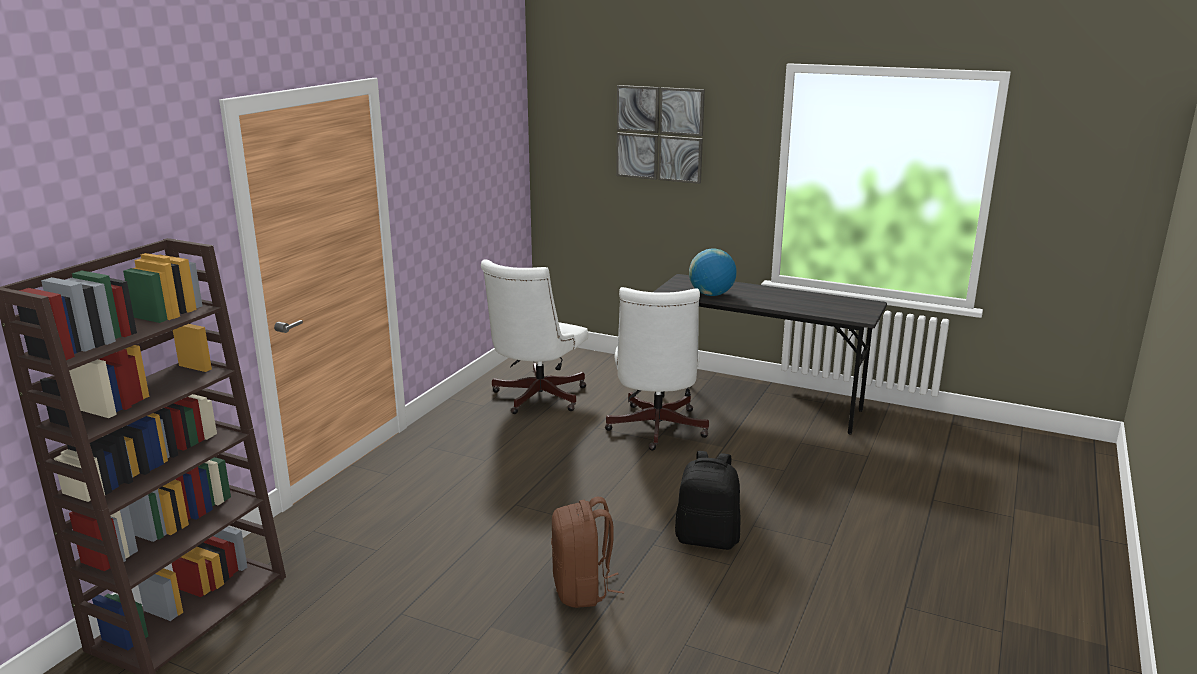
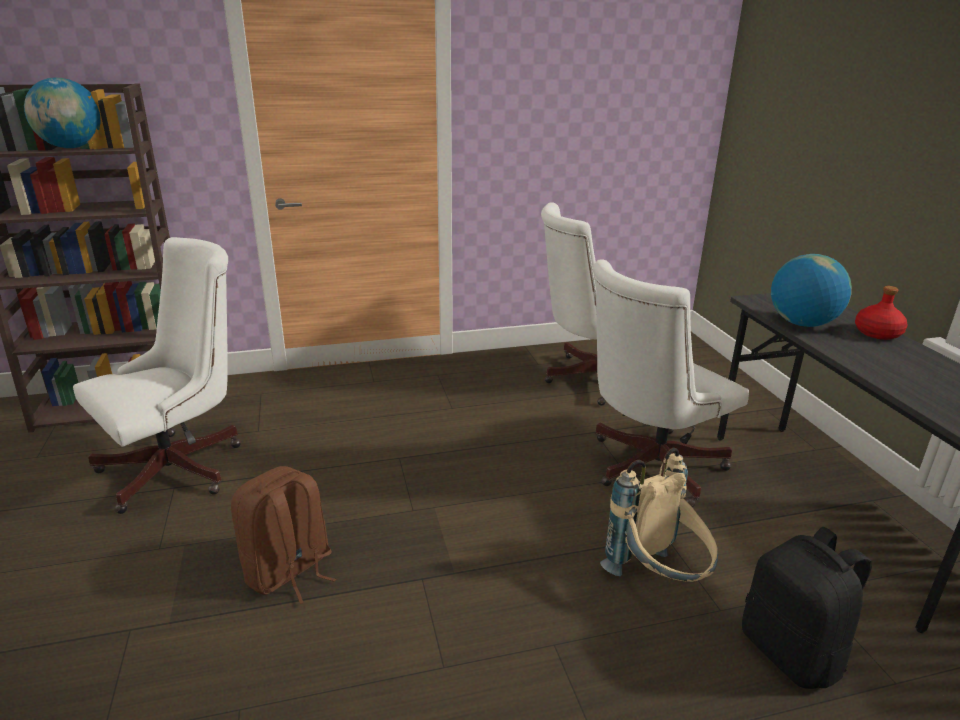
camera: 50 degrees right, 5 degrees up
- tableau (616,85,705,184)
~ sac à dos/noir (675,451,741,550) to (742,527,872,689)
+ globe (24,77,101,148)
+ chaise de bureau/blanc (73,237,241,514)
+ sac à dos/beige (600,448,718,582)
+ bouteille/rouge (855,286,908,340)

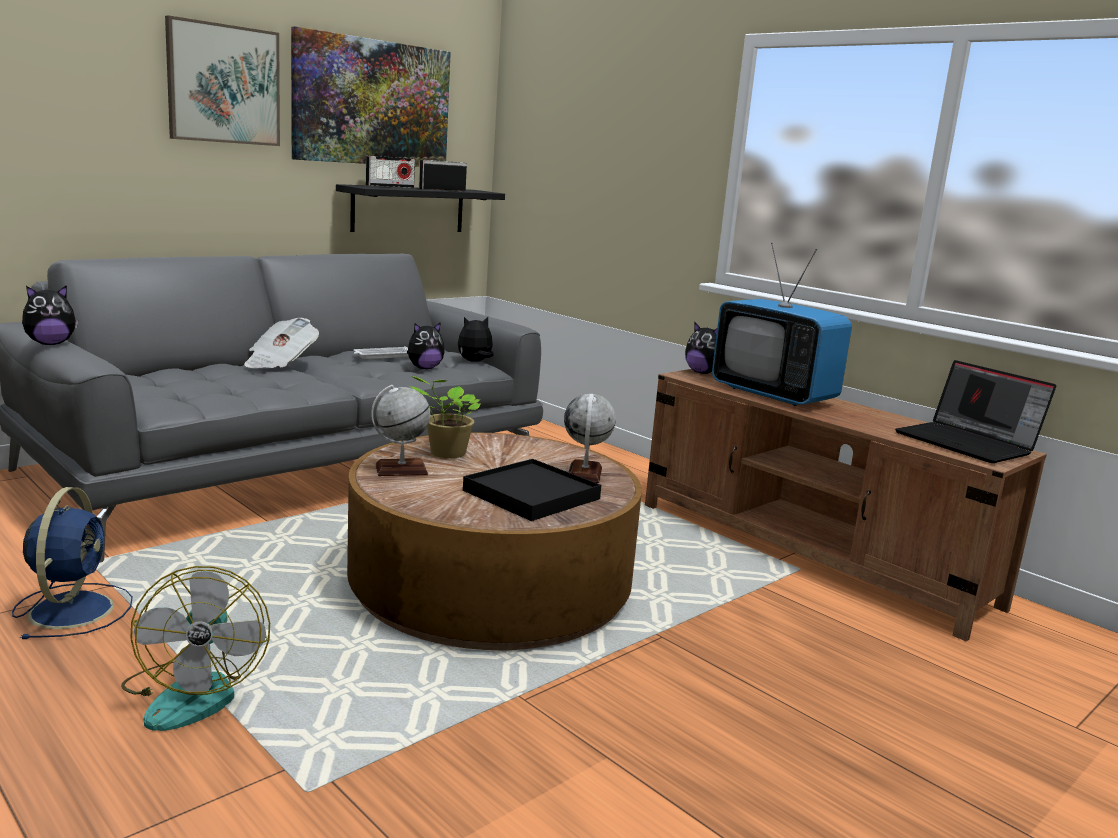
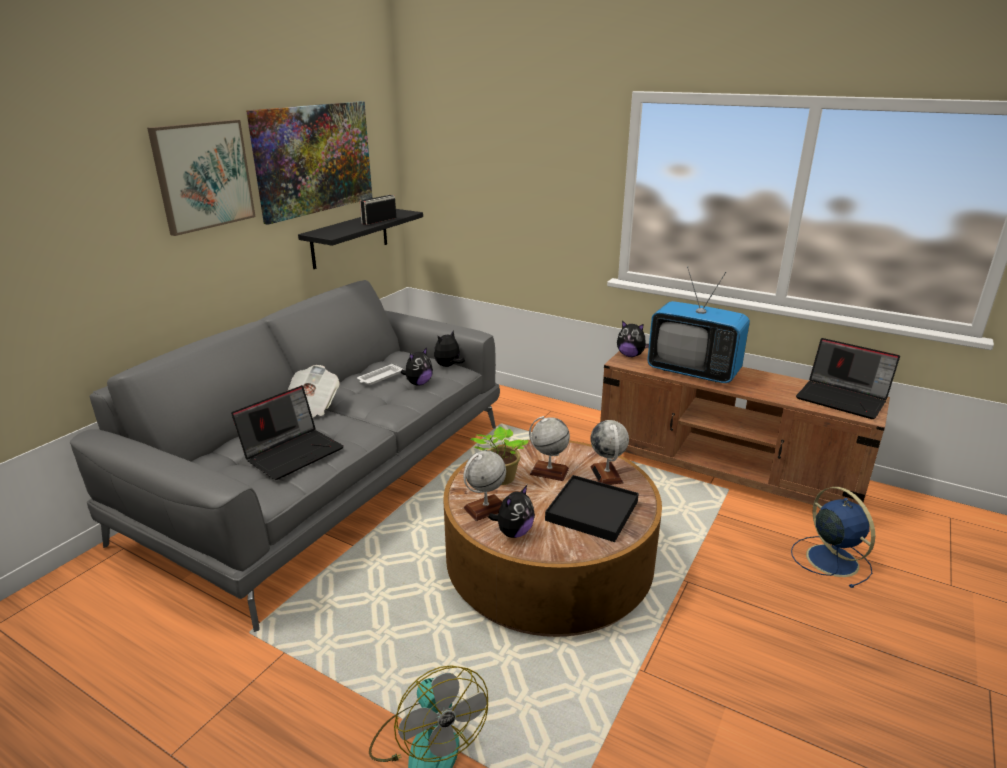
camera: 15 degrees left, 10 degrees up
~ ventilateur/bleu (12,487,133,639) to (791,487,875,588)
~ peluche (22,285,78,345) to (488,485,535,538)
- radio (365,156,415,188)
+ ordinateur portable (231,385,344,480)
+ globe (529,416,570,481)

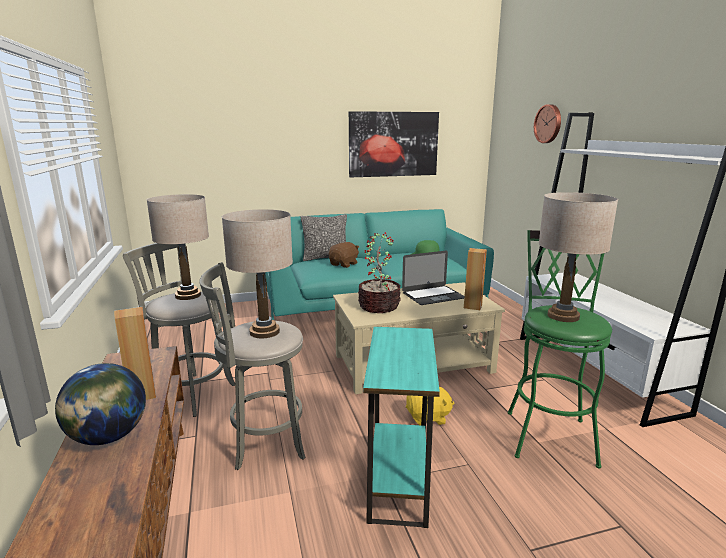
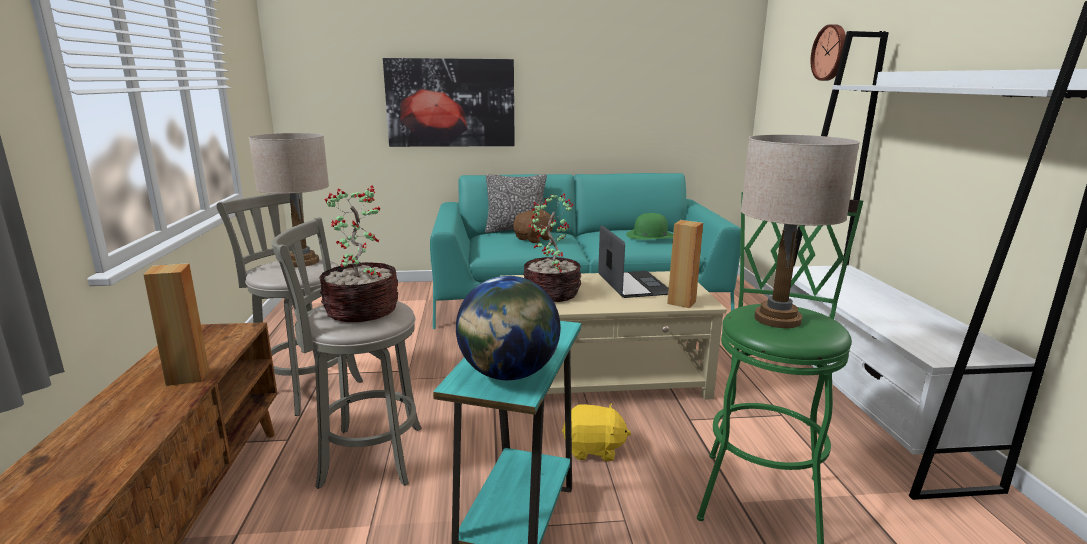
camera: 10 degrees right, 0 degrees up
~ globe (55,363,146,445) to (456,276,561,380)
~ lampe de table/beige (222,209,293,338) to plante en pot (319,185,398,322)
~ tableau (349,111,439,178) to (383,58,515,147)
~ ordinateur portable (402,251,464,305) = (598,225,669,298) 90 degrees counterclockwise

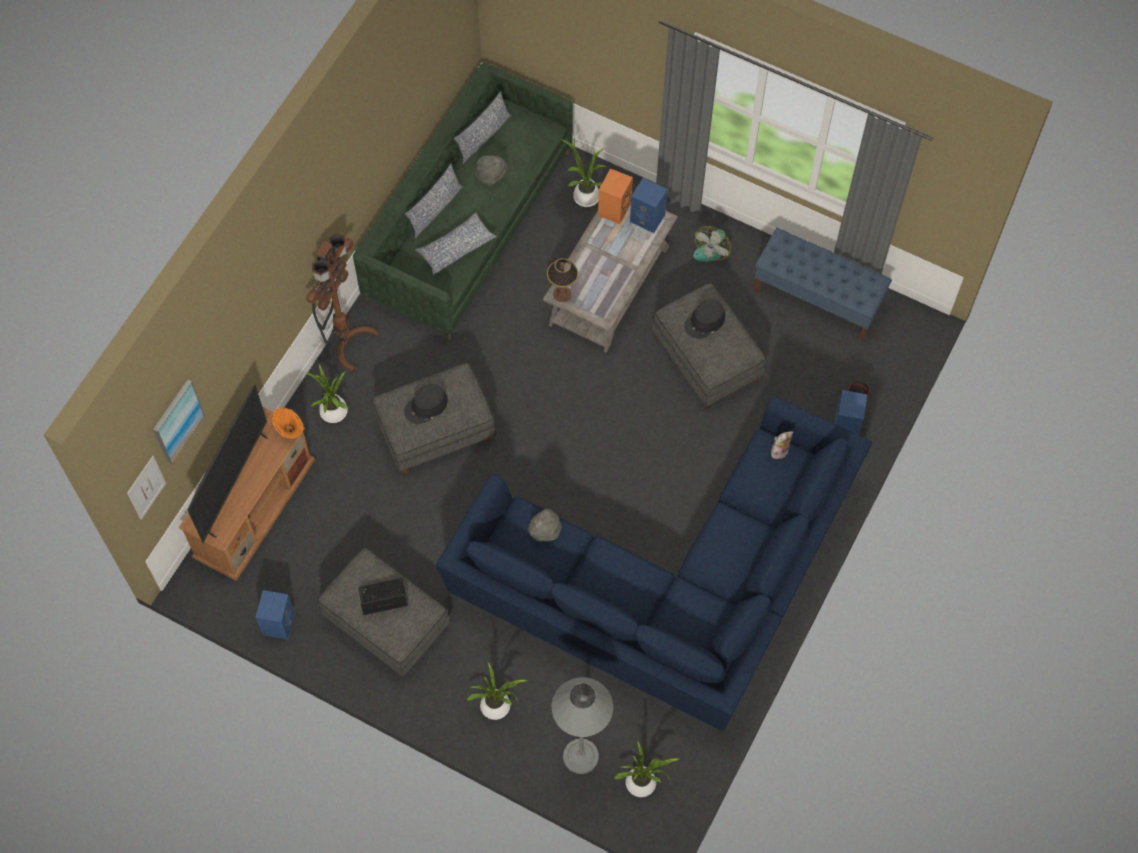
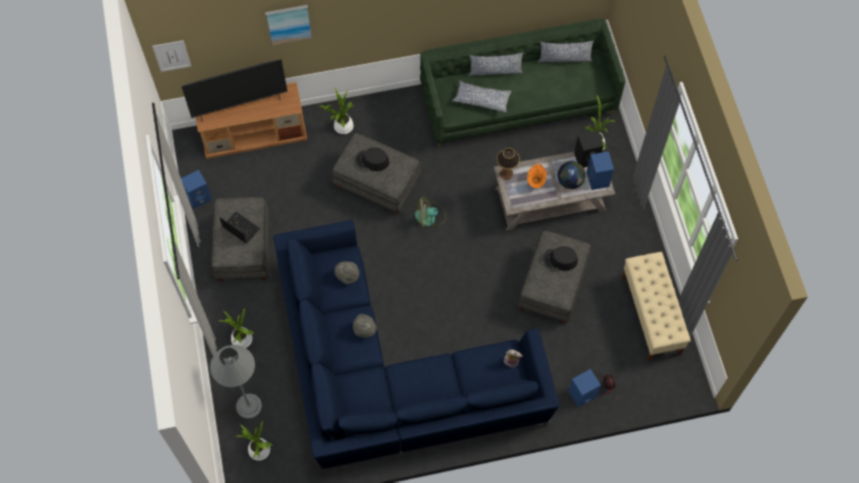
camera: 50 degrees right, 0 degrees up
~ tableau (153,380,205,464) to (265,5,312,45)
~ vase/orange (271,407,304,439) to (527,164,547,188)
- lampadaire/marron (306,233,378,371)
~ chapeau/gris (476,155,507,185) to (353,314,377,338)
~ enceinte/orange (598,168,633,224) to enceinte/noir (574,131,604,168)
~ ventilateur (693,226,731,262) to (415,198,446,227)
~ banc/bleu (753,228,892,341) to banc/beige (622,252,691,362)
+ globe (558,161,585,189)

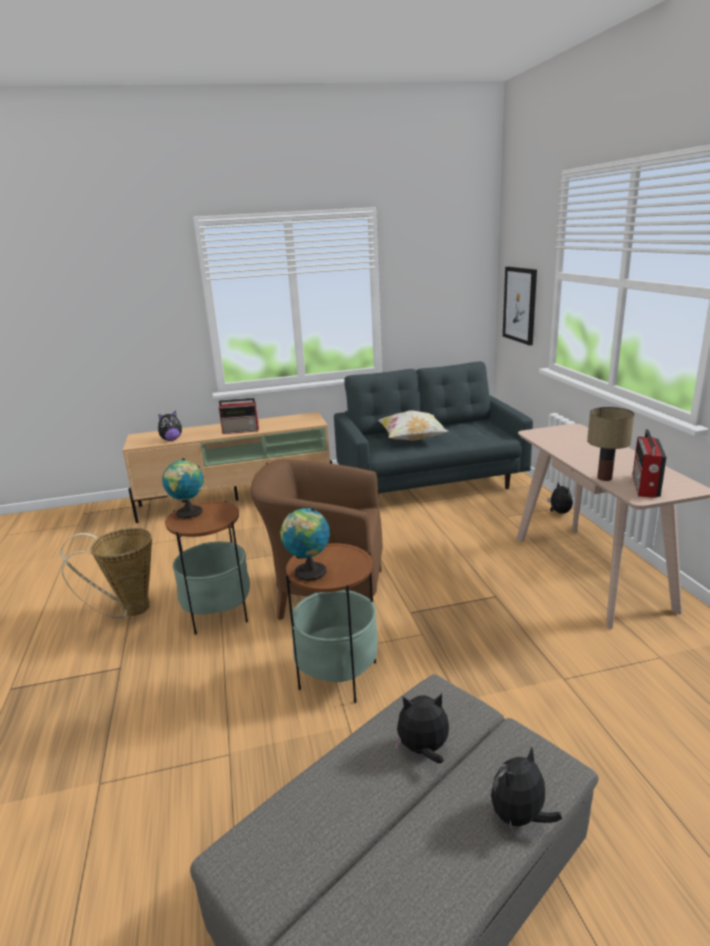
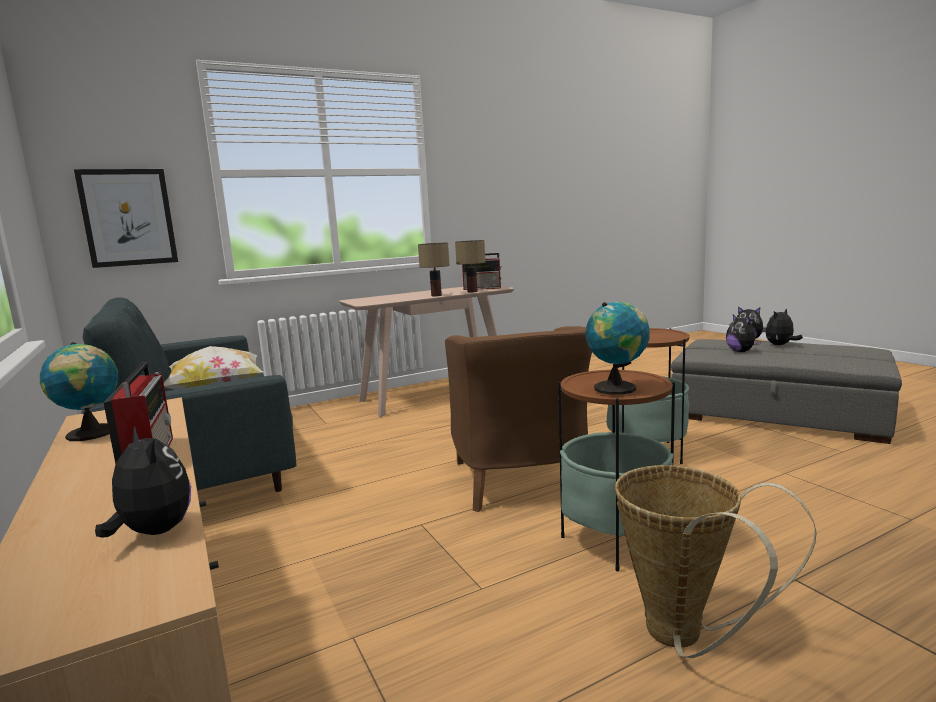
camera: 105 degrees left, 10 degrees down
~ globe (280,508,330,581) to (40,342,118,441)
~ peluche (547,482,573,514) to (766,309,803,345)
+ lampe de table (418,243,450,296)

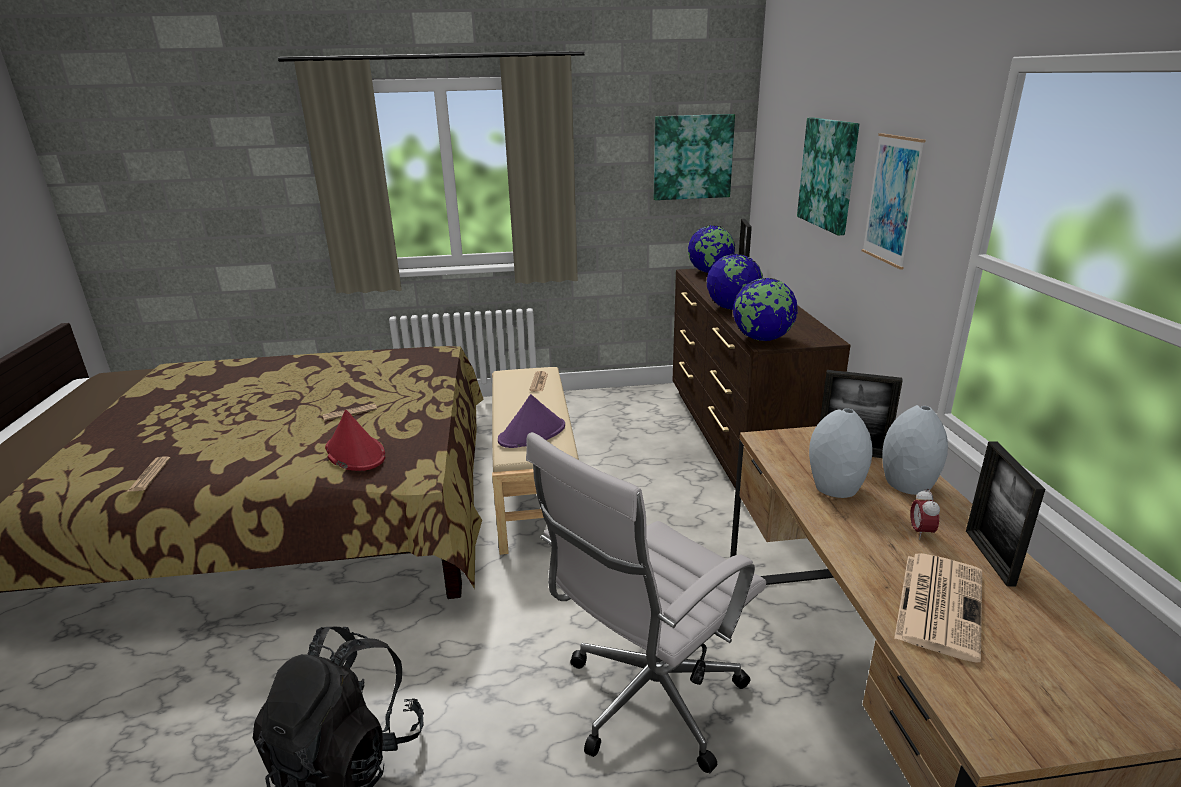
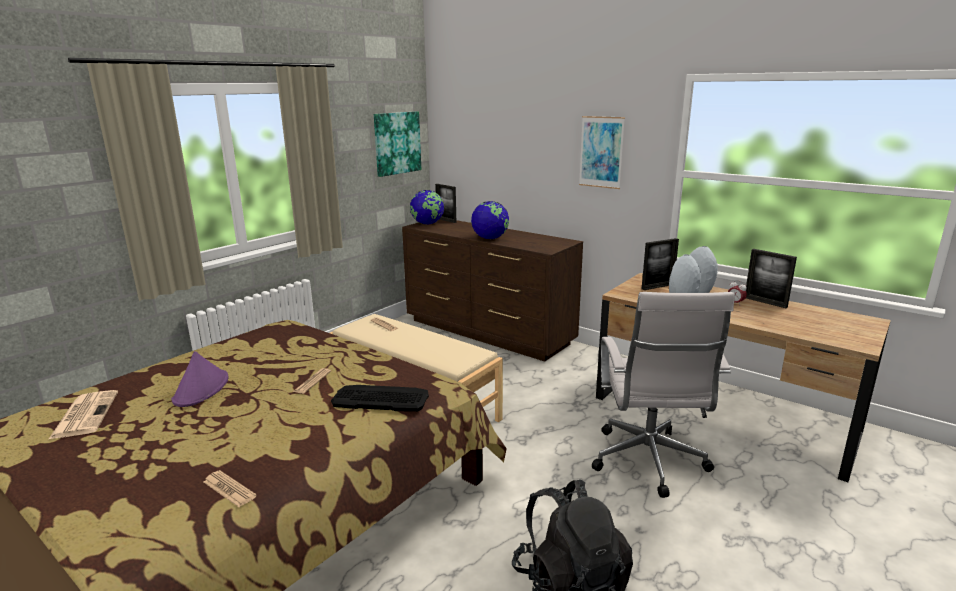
camera: 45 degrees left, 5 degrees down
~ chapeau/rouge (325,410,385,471) to clavier (331,385,429,412)
~ chapeau/violet (498,394,565,448) to (171,351,228,407)
- globe (733,278,798,341)
- tableau (797,118,859,235)
~ journal (894,553,982,663) to (48,390,118,440)

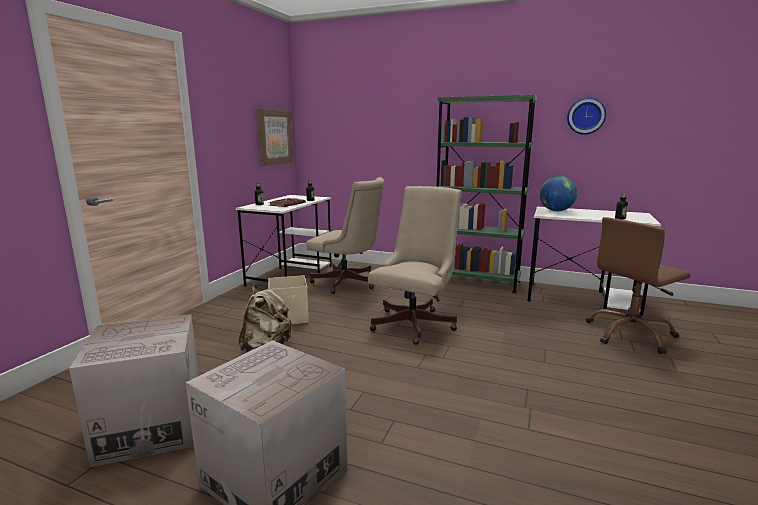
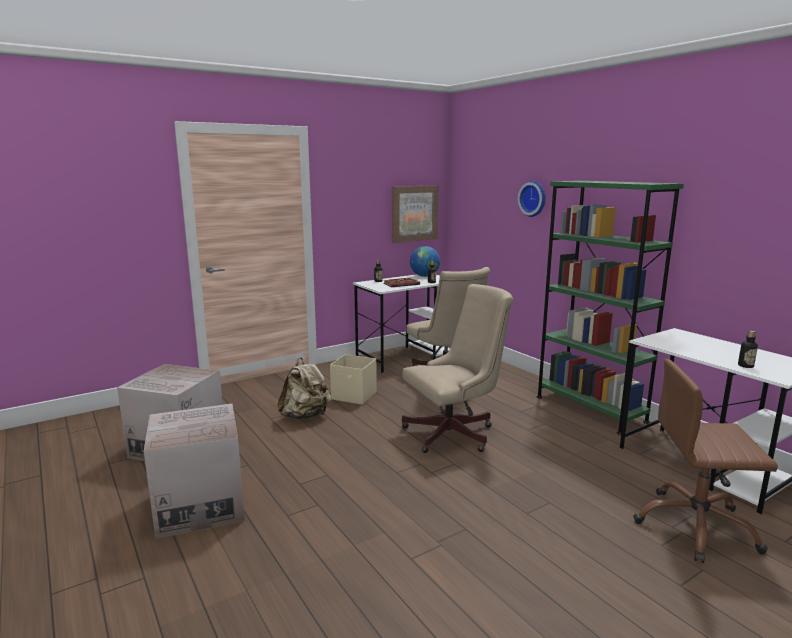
camera: 35 degrees right, 0 degrees up
~ globe (540,176,577,211) to (410,246,440,277)
~ horloge murale (567,98,606,135) to (518,180,545,217)

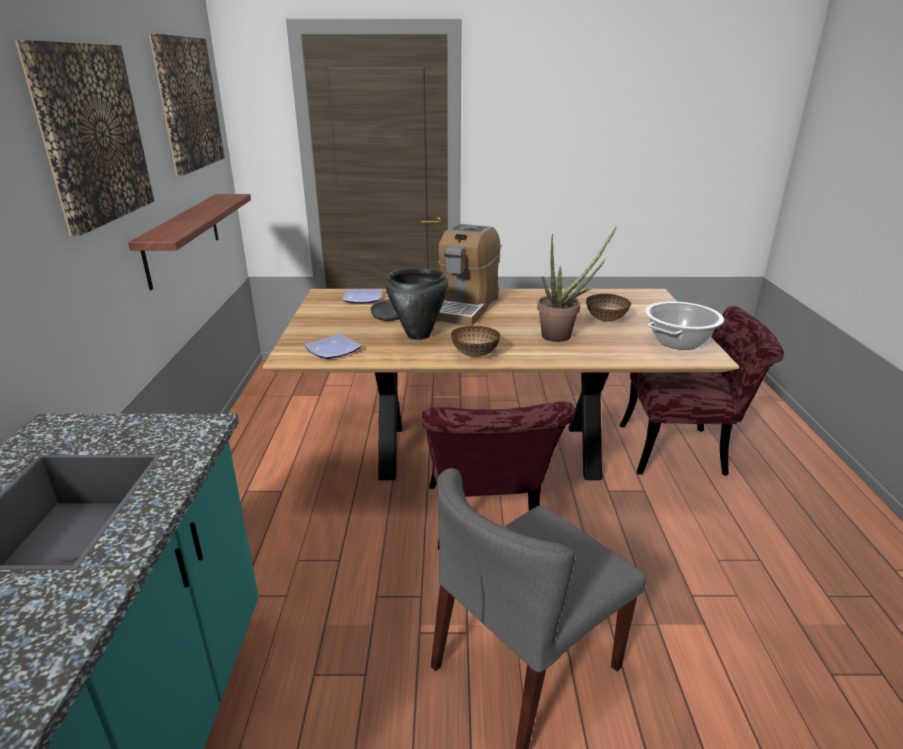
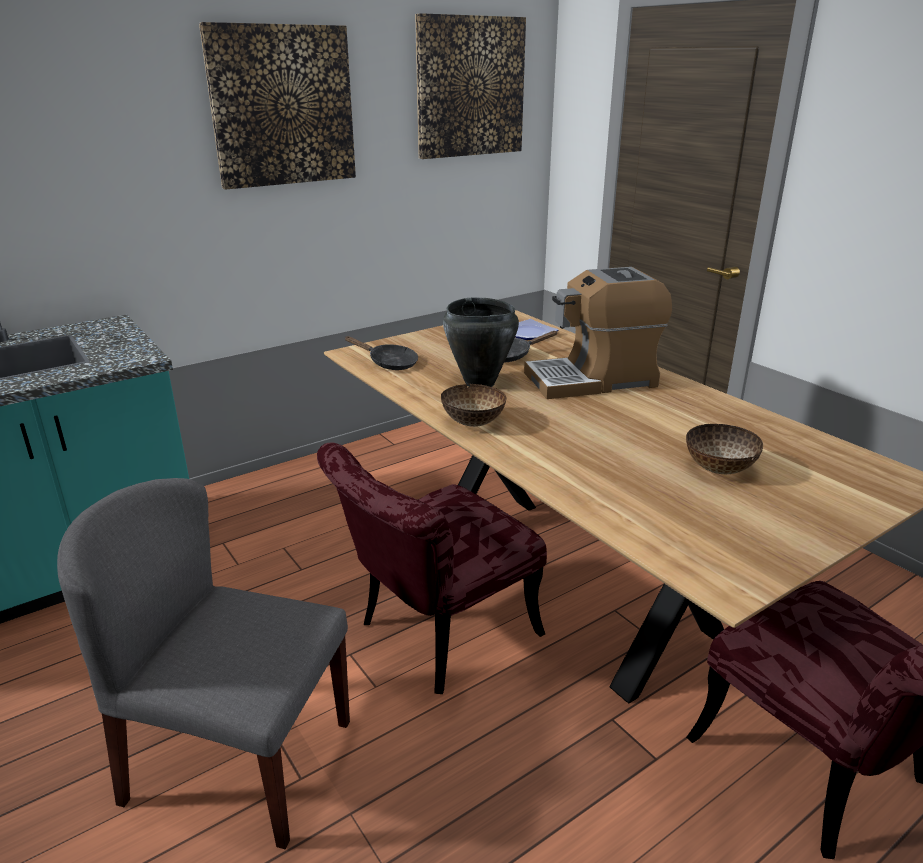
camera: 55 degrees right, 0 degrees up
- étagère (128,194,251,290)
~ assiette (304,333,362,359) to poêle/noir (344,336,418,370)
- plante en pot (537,226,617,342)
- marmite (645,301,724,350)

